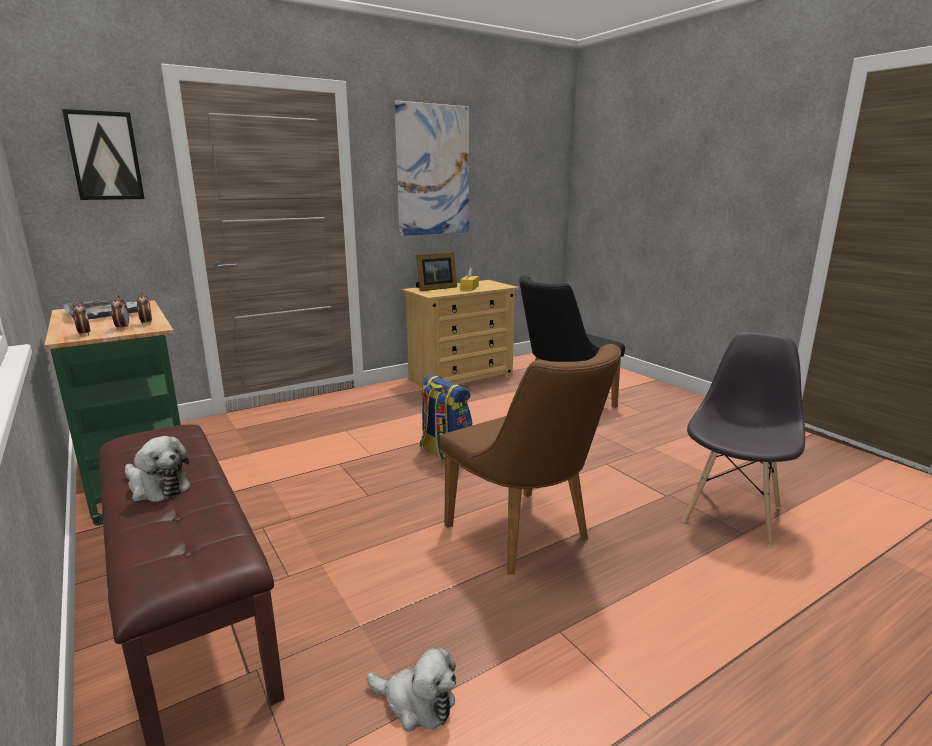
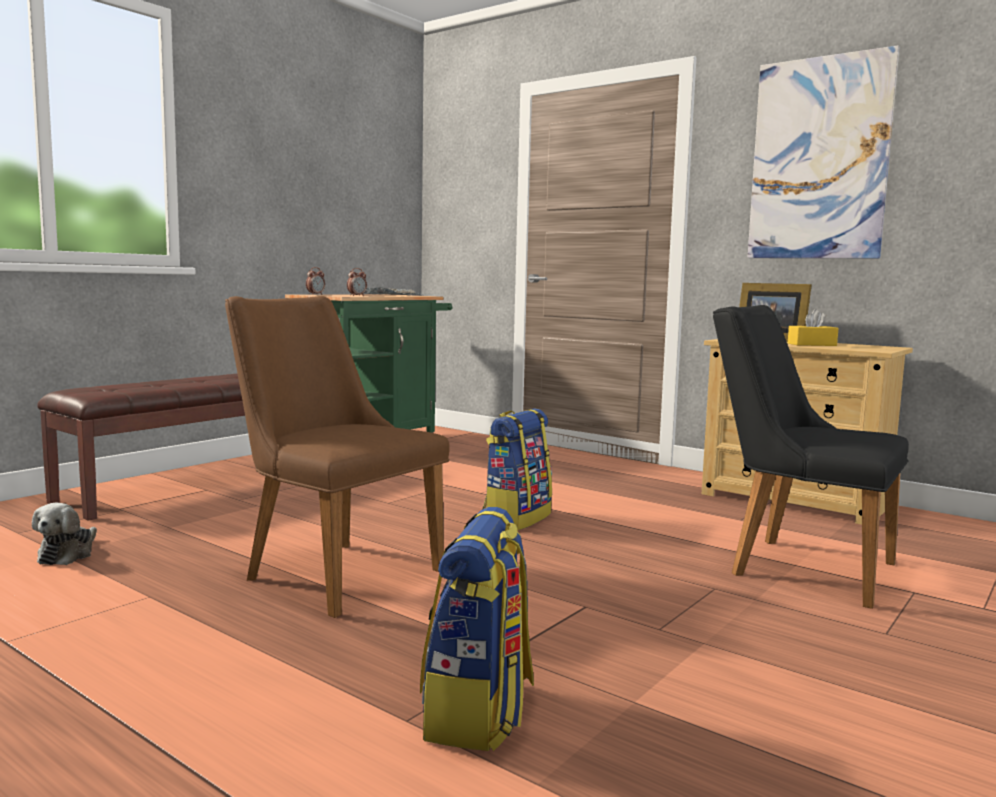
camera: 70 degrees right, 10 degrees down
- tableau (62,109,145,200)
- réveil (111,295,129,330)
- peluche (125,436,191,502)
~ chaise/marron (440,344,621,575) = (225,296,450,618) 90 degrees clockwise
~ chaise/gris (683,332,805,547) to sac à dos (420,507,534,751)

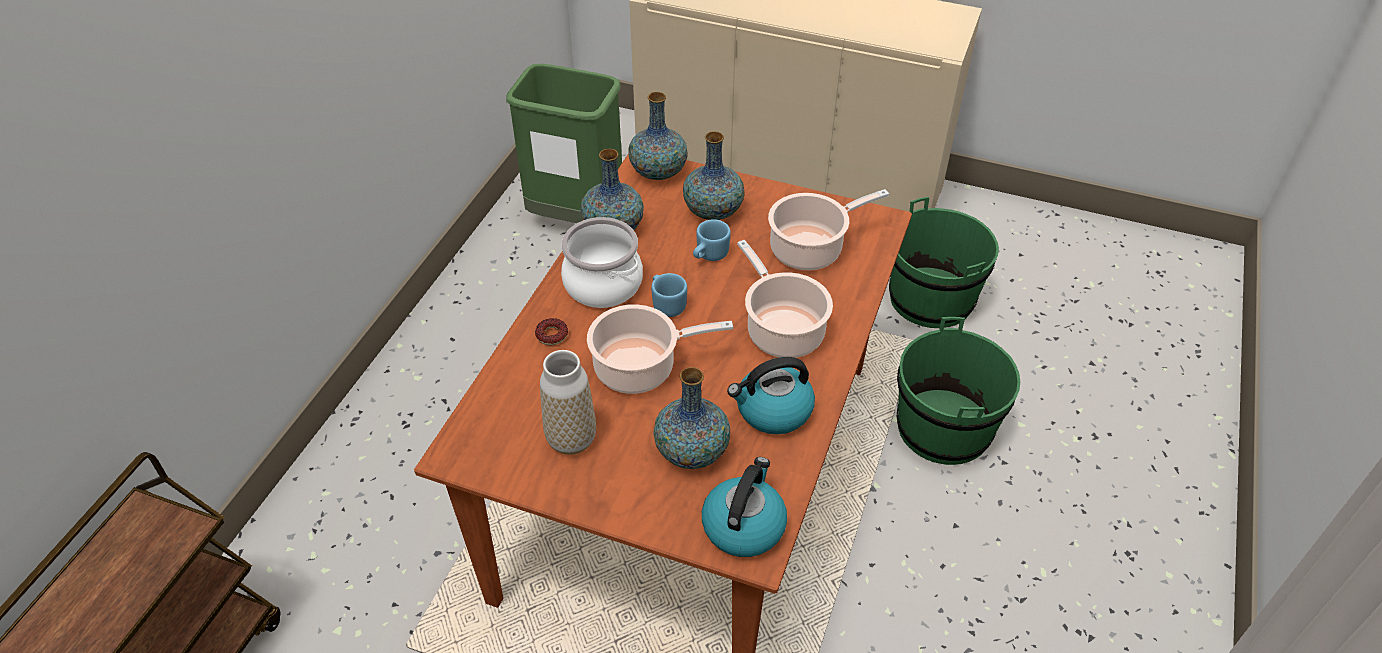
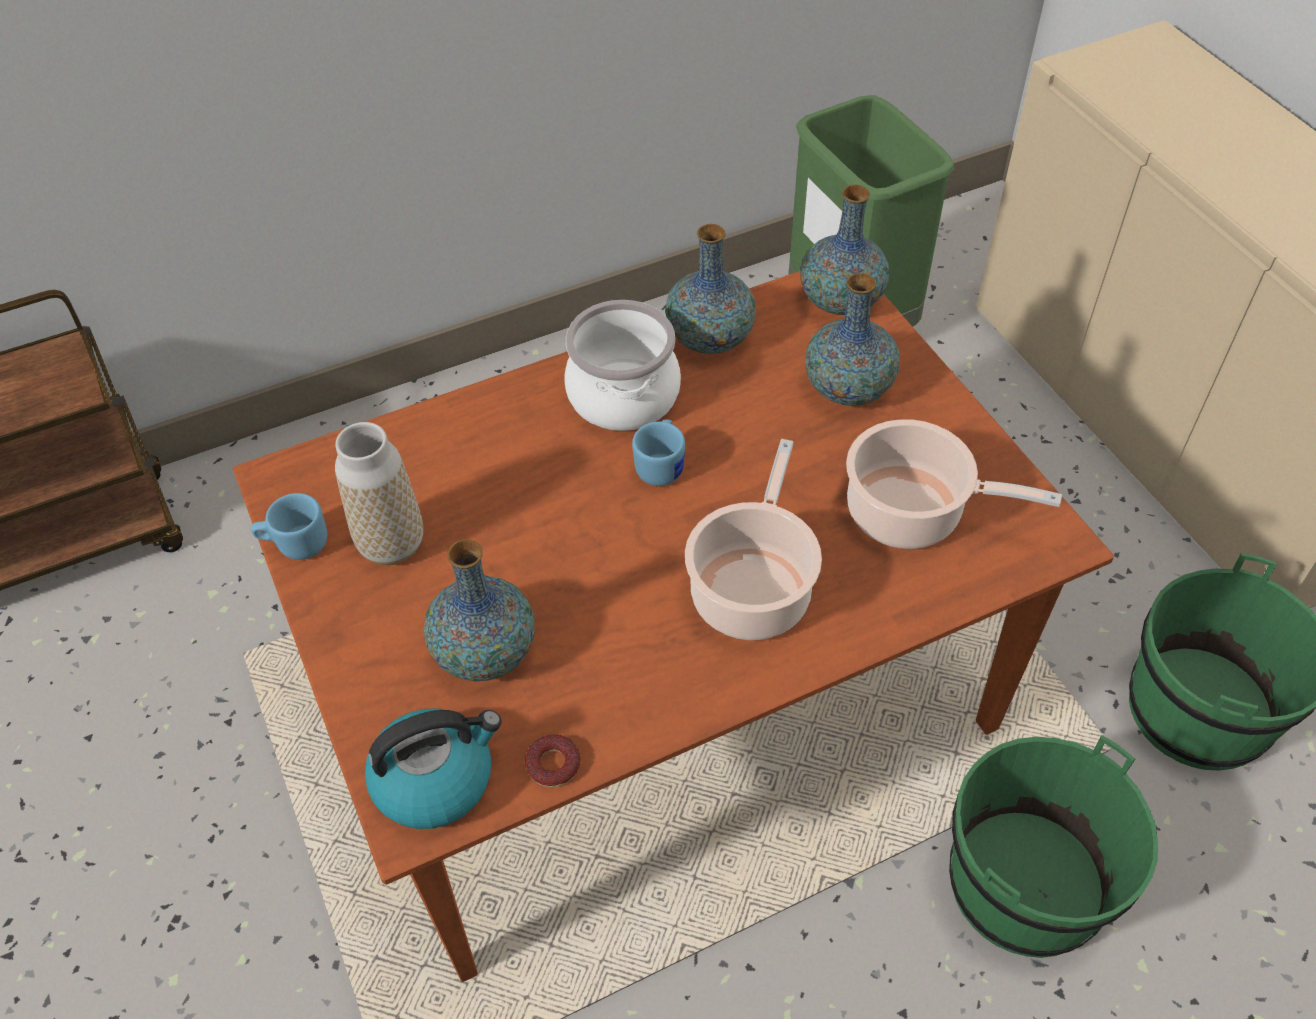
camera: 45 degrees right, 5 degrees up
~ beignet (535,318,568,345) to (525,734,581,787)
- marmite (587,304,733,394)
~ mug/bleu (693,219,731,261) to (251,493,327,560)
- bouilloire (727,357,815,434)

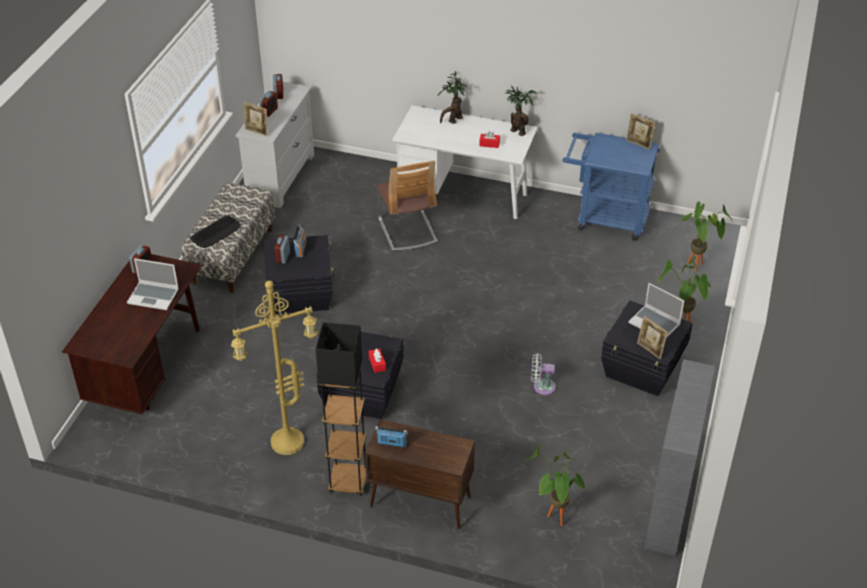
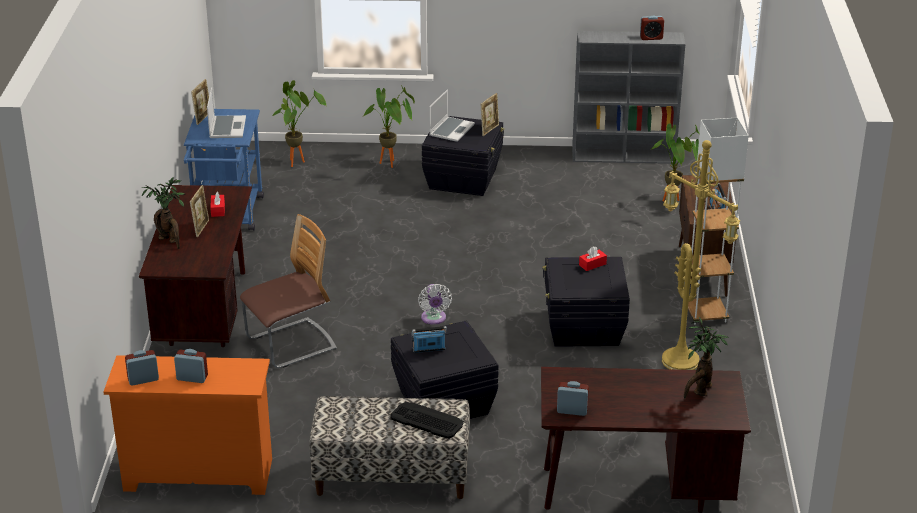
camera: 105 degrees left, 10 degrees down
~ ordinateur portable (127,258,179,310) to (207,87,246,138)
~ commode/blanc (236,82,314,208) to commode/orange (103,355,272,495)
~ cadre photo (244,102,268,136) to (190,185,209,237)
~ réveil (274,235,290,264) to (640,16,664,40)
~ lampadaire/noir (316,322,367,496) to lampadaire/blanc (688,117,749,325)
~ bureau/blanc (392,105,538,219) to bureau/marron (139,185,252,347)
~ plante en pot (504,86,537,136) to (684,317,729,399)
~ ventilateur/blanc (531,353,556,395) to (418,284,452,325)

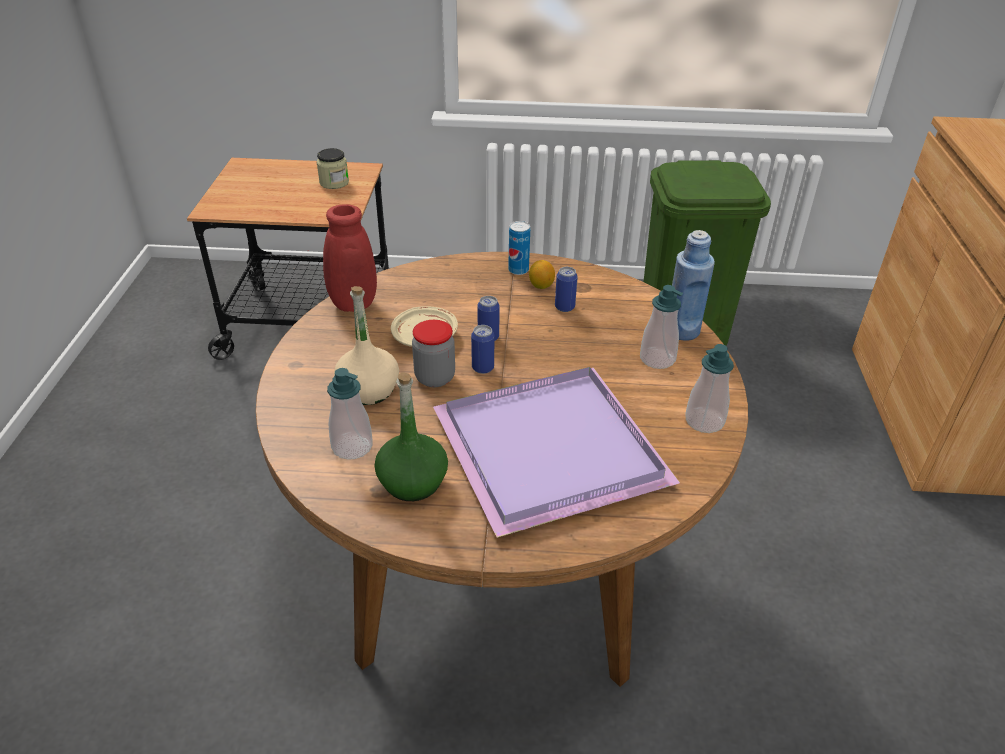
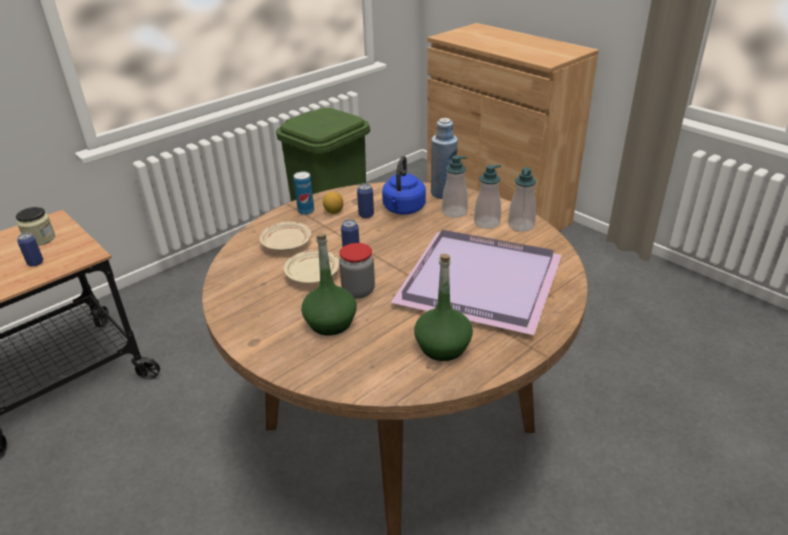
camera: 45 degrees left, 5 degrees down
- vase/rouge (323,204,377,312)
~ distributeur de savon (327,368,373,460) to (474,164,501,229)
~ bouteille/beige (334,286,399,405) to bouteille/vert (301,233,357,335)
~ boîte métallique (471,325,494,374) to (17,232,43,267)
+ assiette/beige (259,221,312,251)
+ bouilloire/bleu (382,156,426,214)

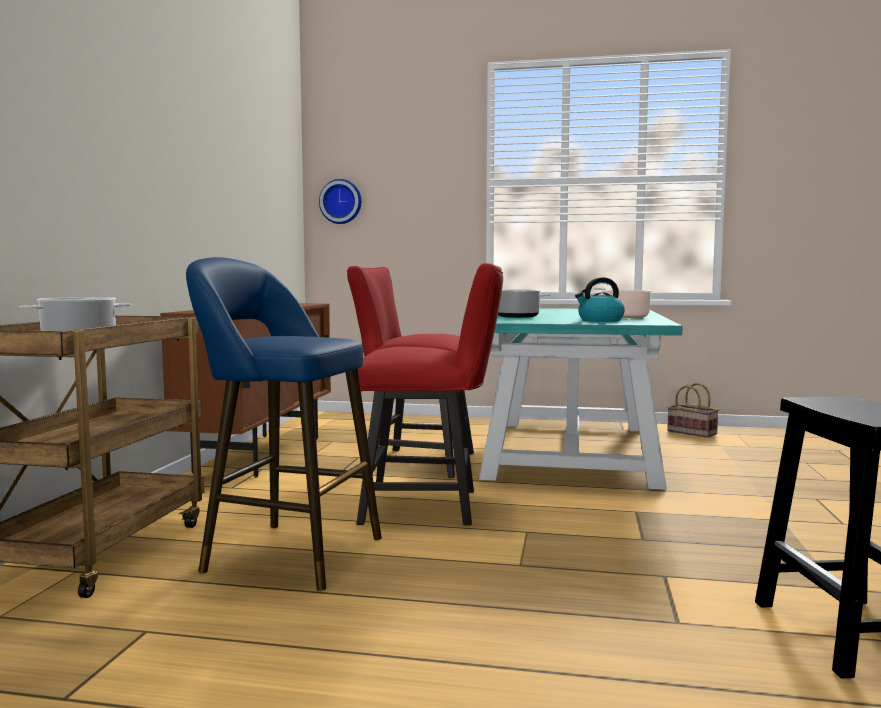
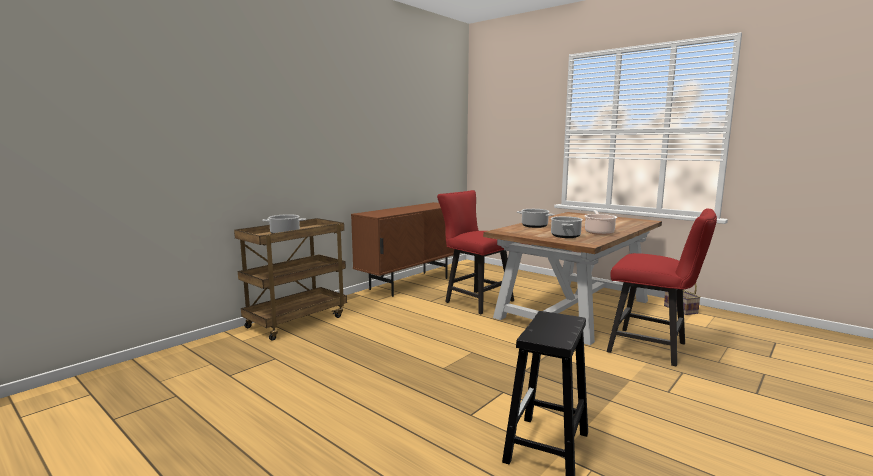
camera: 30 degrees right, 5 degrees up
- tabouret/bleu (186,257,382,591)
- horloge murale (319,179,361,224)
~ chaise/rouge (357,263,503,525) to (607,208,717,366)
~ table à manger/turquoise (479,308,683,490) to table à manger/marron (483,212,662,345)
~ bouilloire (575,277,625,322) to marmite (551,216,583,238)

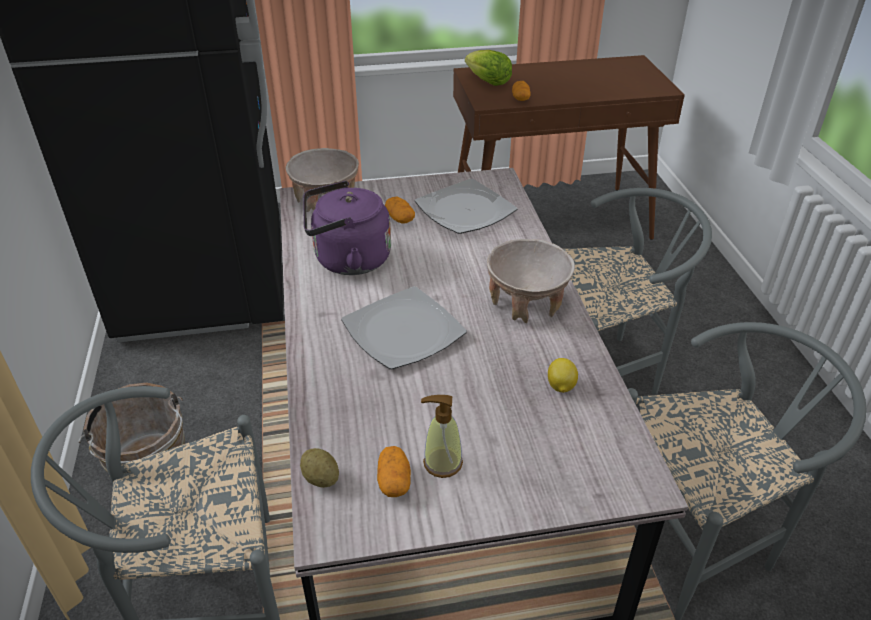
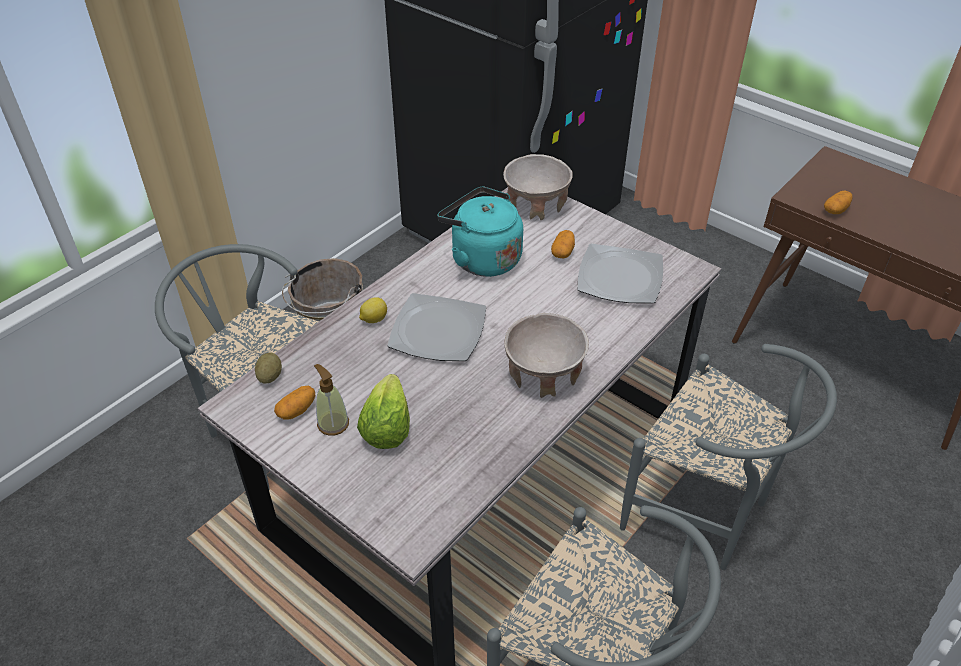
camera: 50 degrees right, 5 degrees up
~ bouilloire/violet (303,181,391,275) to bouilloire/turquoise (437,187,523,277)
~ laitue (465,50,512,86) to (357,374,410,449)
~ citron (548,358,578,393) to (359,297,387,323)

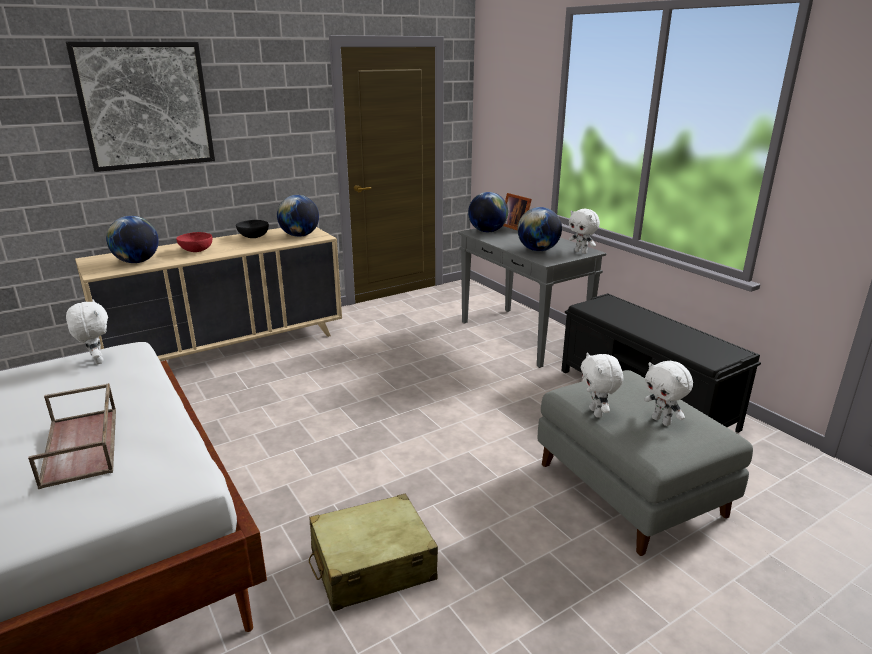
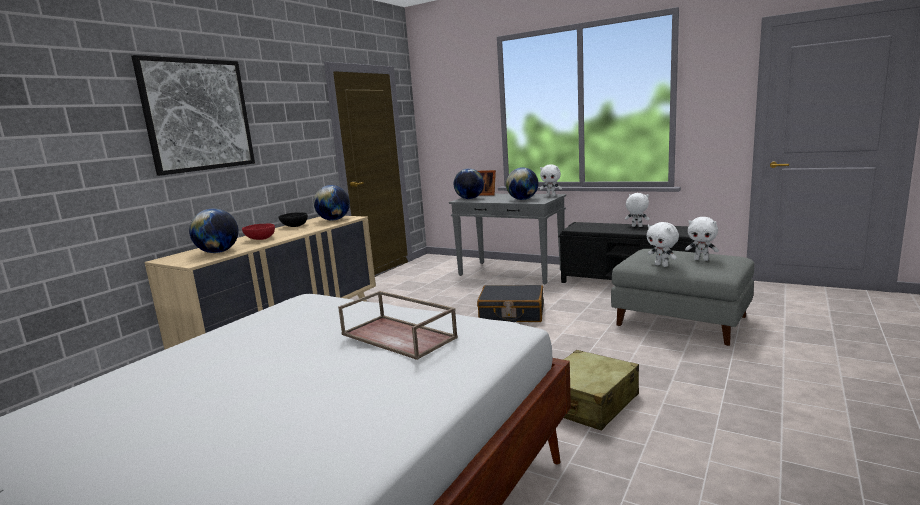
camera: 25 degrees left, 10 degrees down
~ peluche/blanc (66,300,108,365) to (625,193,650,227)
+ valise/noir (477,285,544,322)

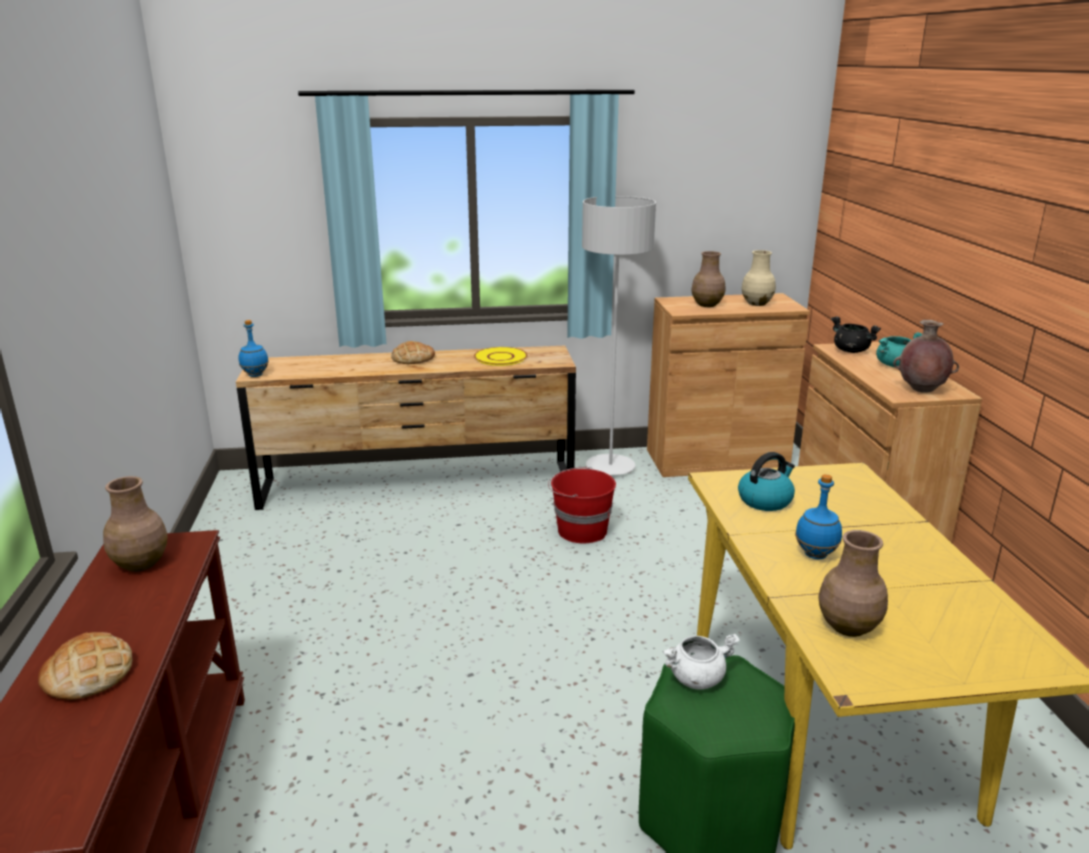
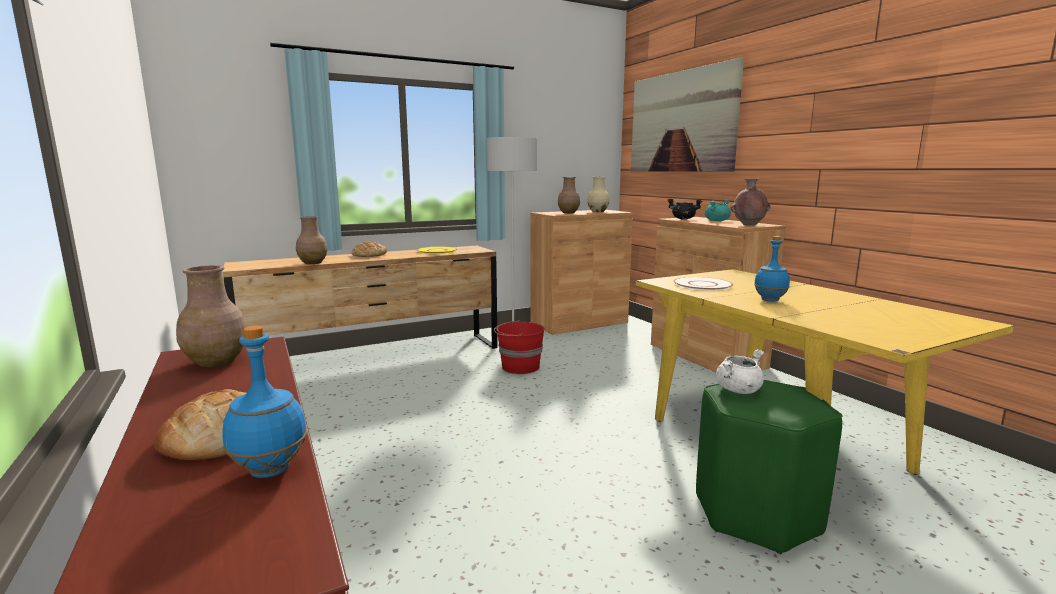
camera: 20 degrees left, 10 degrees down
~ bouteille/bleu (239,320,269,377) to (222,326,307,478)
~ bouilloire (738,452,795,511) to assiette/blanc (674,277,733,291)
~ vase/marron (819,530,888,637) to (296,216,328,264)
+ tableau (631,57,744,172)

